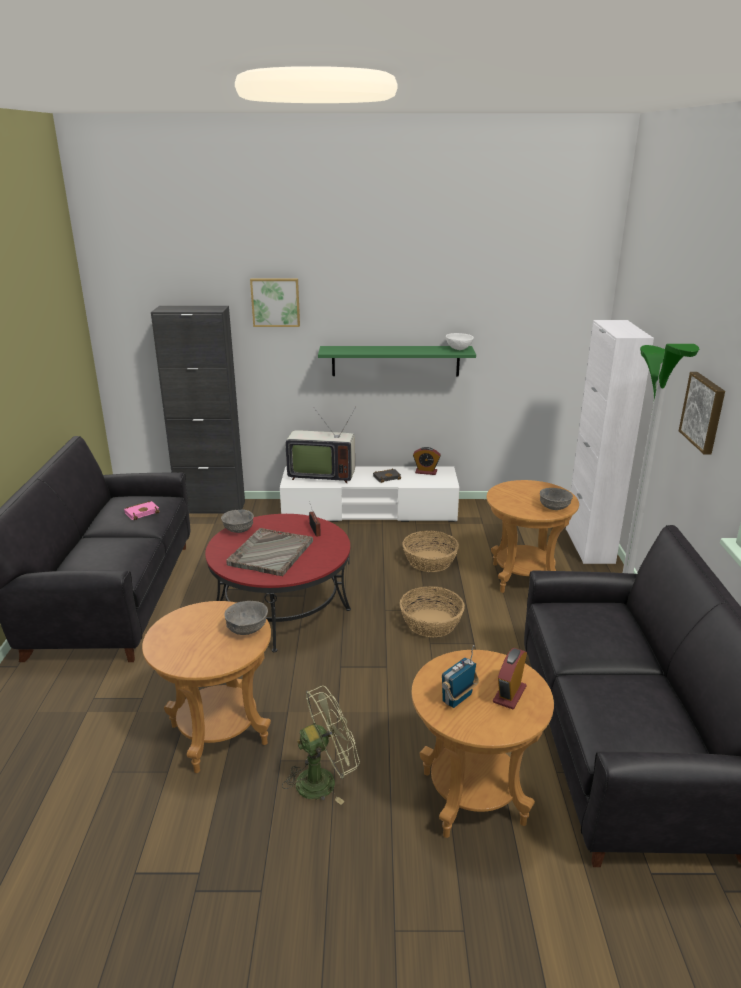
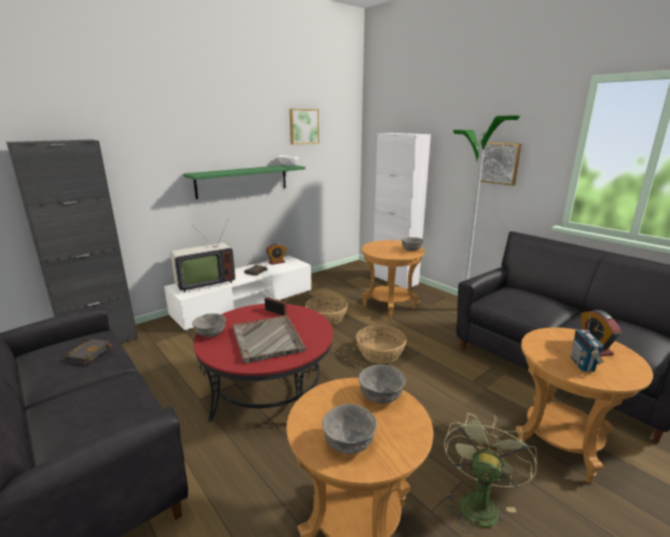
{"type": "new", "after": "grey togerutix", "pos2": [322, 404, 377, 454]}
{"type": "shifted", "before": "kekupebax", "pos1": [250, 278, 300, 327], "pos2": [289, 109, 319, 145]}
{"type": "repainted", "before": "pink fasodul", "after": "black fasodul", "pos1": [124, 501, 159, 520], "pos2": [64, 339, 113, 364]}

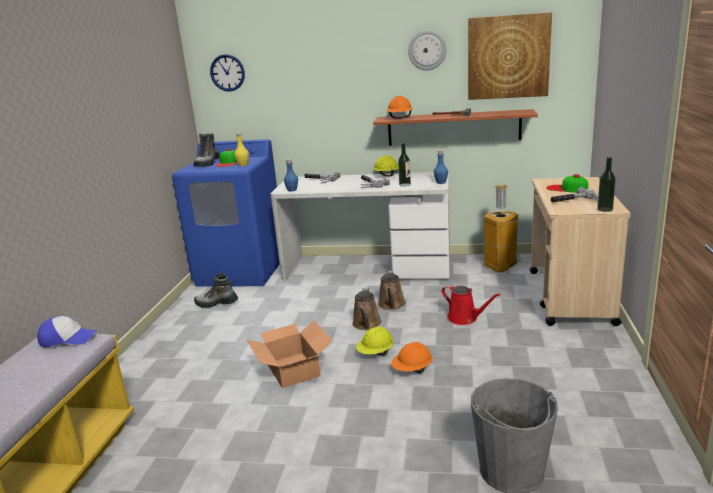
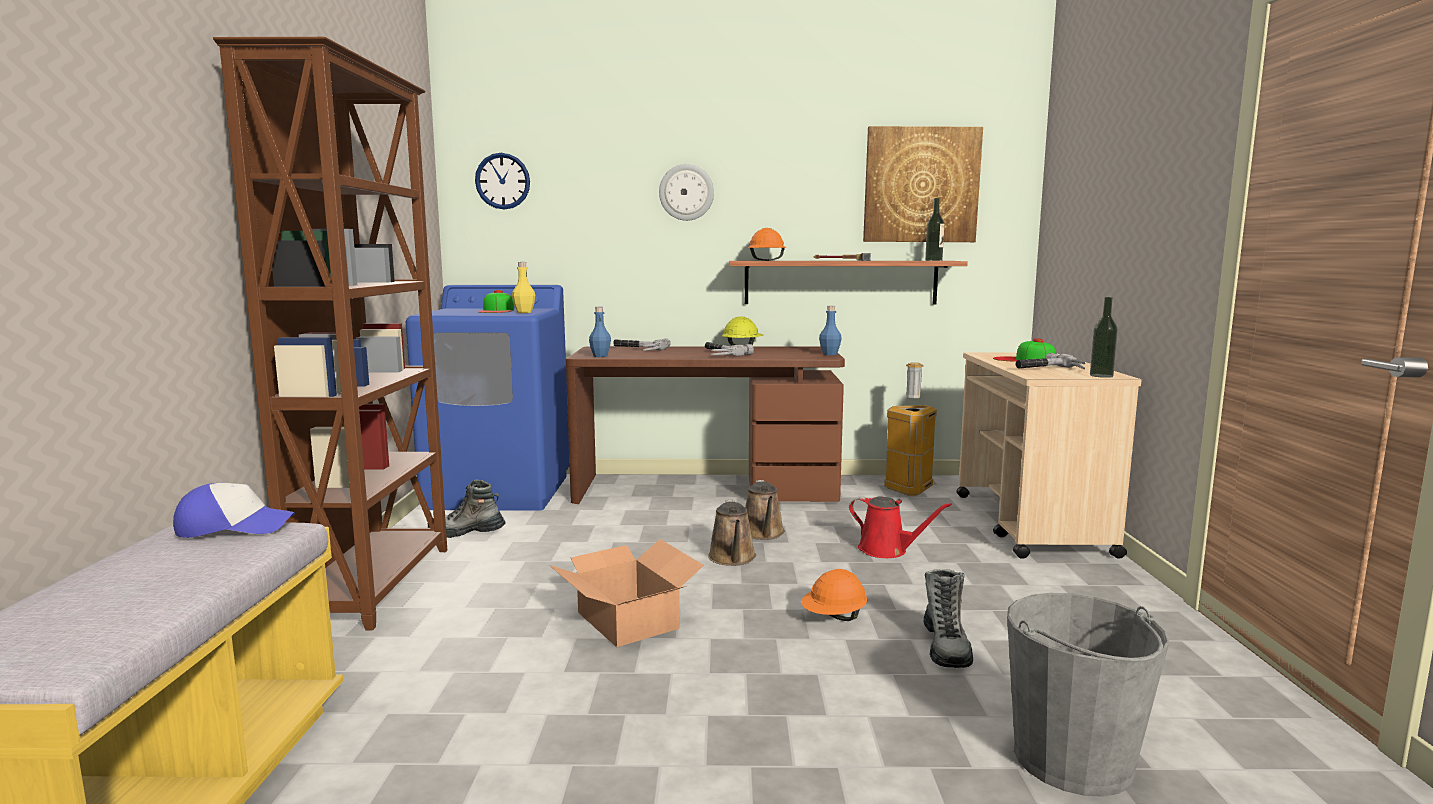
{"type": "gone", "before": "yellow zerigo", "pos1": [356, 326, 394, 356]}
{"type": "new", "after": "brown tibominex", "pos2": [213, 37, 447, 631]}
{"type": "shifted", "before": "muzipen", "pos1": [193, 133, 220, 166], "pos2": [924, 569, 973, 668]}
{"type": "shifted", "before": "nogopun", "pos1": [398, 143, 411, 187], "pos2": [925, 198, 944, 261]}
{"type": "shifted", "before": "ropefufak", "pos1": [408, 30, 447, 70], "pos2": [659, 164, 714, 221]}
{"type": "repainted", "before": "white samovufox", "after": "brown samovufox", "pos1": [270, 172, 450, 281], "pos2": [566, 346, 845, 504]}

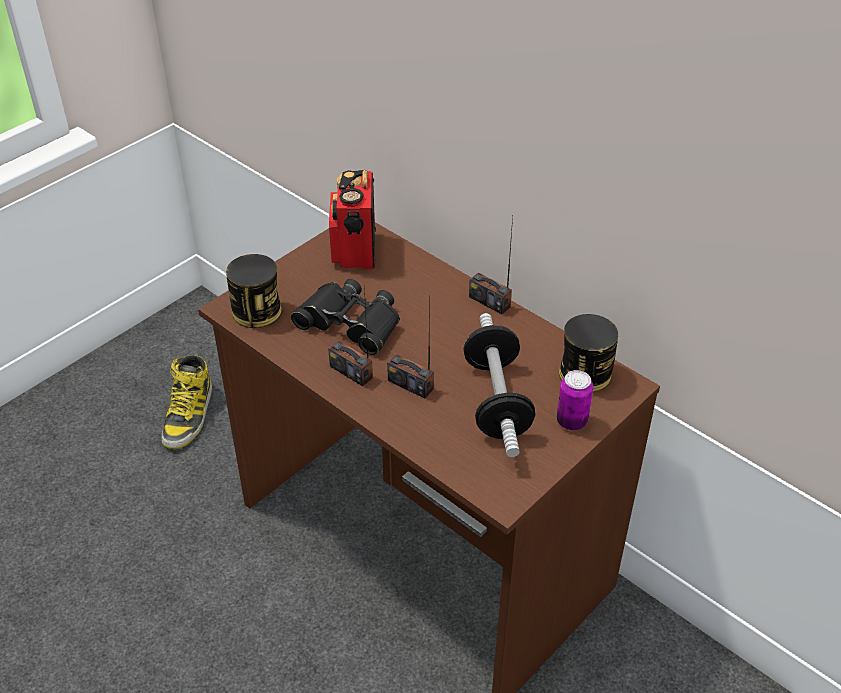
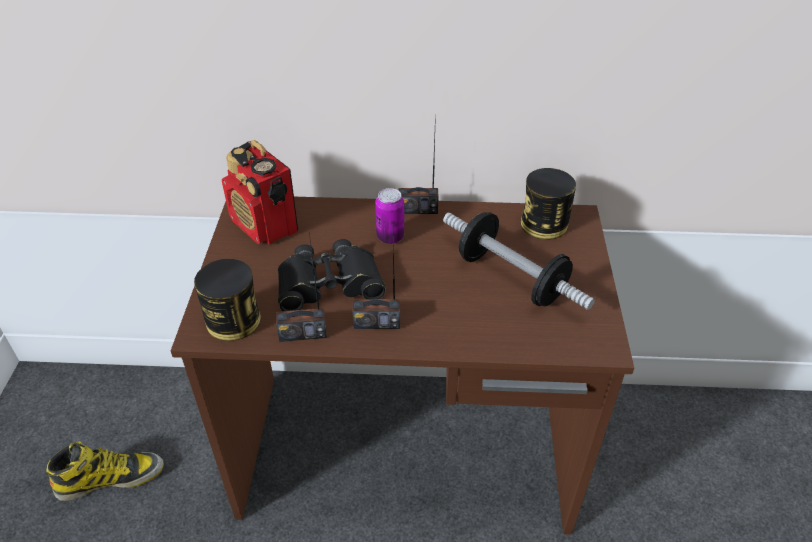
{"type": "shifted", "before": "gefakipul", "pos1": [387, 295, 434, 398], "pos2": [276, 233, 327, 342]}
{"type": "shifted", "before": "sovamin", "pos1": [557, 370, 593, 430], "pos2": [375, 188, 404, 244]}
{"type": "rotated", "before": "muzipen", "pos1": [161, 355, 212, 449], "pos2": [46, 441, 164, 501], "turn": -75}

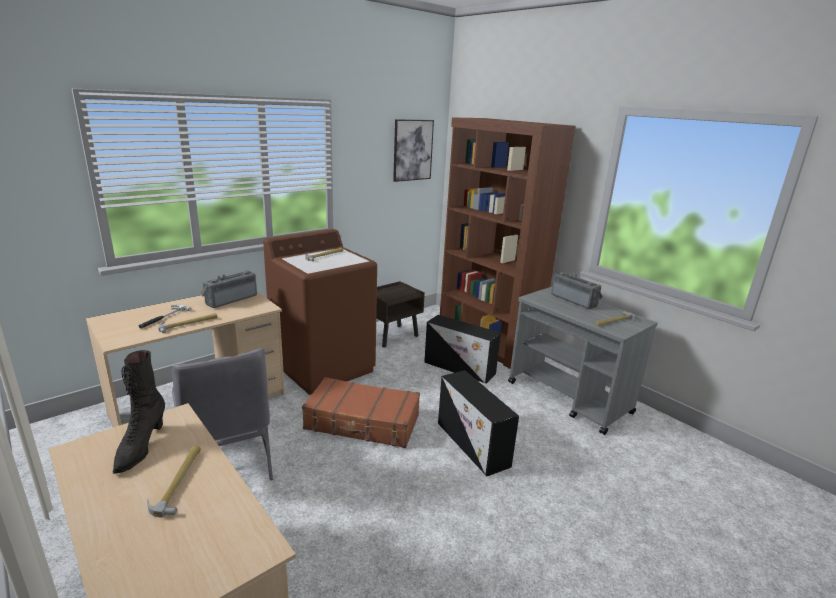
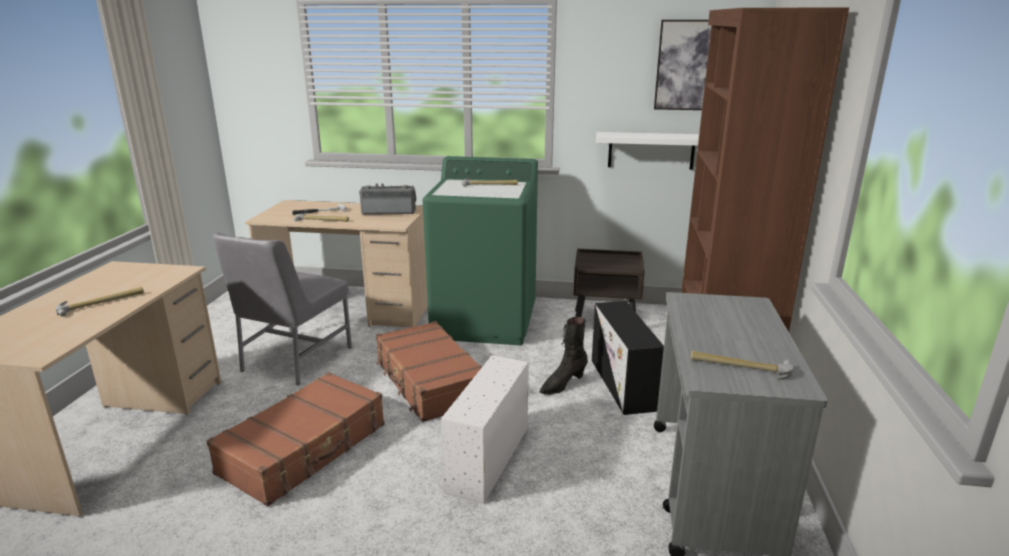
{"type": "gone", "before": "gefakipul", "pos1": [551, 272, 603, 309]}
{"type": "new", "after": "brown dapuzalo", "pos2": [206, 372, 385, 507]}
{"type": "new", "after": "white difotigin", "pos2": [596, 132, 699, 170]}
{"type": "shifted", "before": "black muzipen", "pos1": [113, 350, 165, 474], "pos2": [539, 317, 588, 395]}
{"type": "repainted", "before": "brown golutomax", "after": "green golutomax", "pos1": [263, 229, 377, 395], "pos2": [423, 156, 538, 345]}
{"type": "repainted", "before": "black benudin", "after": "white benudin", "pos1": [438, 370, 519, 476], "pos2": [441, 355, 529, 504]}

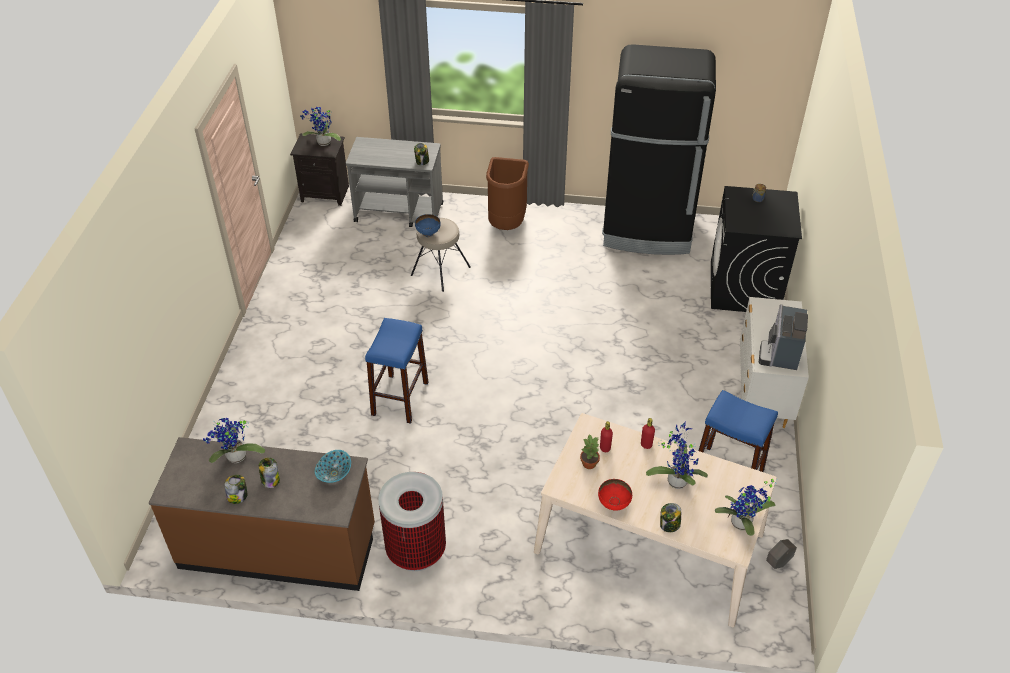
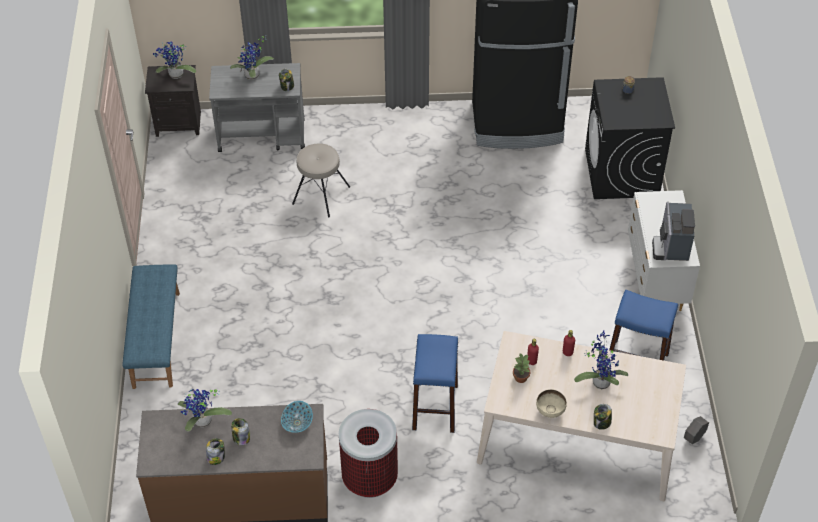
{"type": "gone", "before": "blue togerutix", "pos1": [415, 214, 441, 237]}
{"type": "gone", "before": "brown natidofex", "pos1": [486, 157, 529, 230]}
{"type": "new", "after": "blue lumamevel", "pos2": [122, 264, 180, 389]}
{"type": "shifted", "before": "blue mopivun", "pos1": [365, 318, 428, 424], "pos2": [412, 334, 458, 433]}
{"type": "shifted", "before": "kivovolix", "pos1": [715, 479, 778, 536], "pos2": [230, 35, 274, 80]}
{"type": "repainted", "before": "red togerutix", "after": "beige togerutix", "pos1": [598, 479, 632, 510], "pos2": [536, 389, 567, 418]}

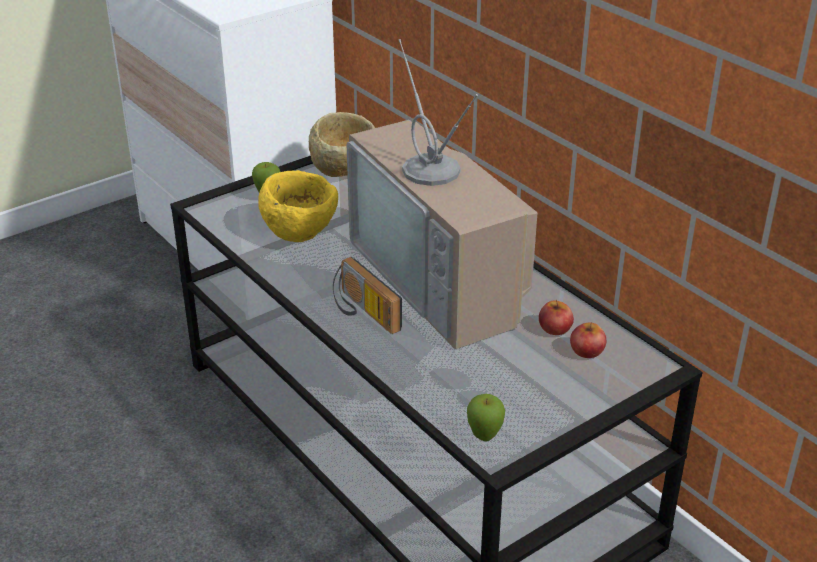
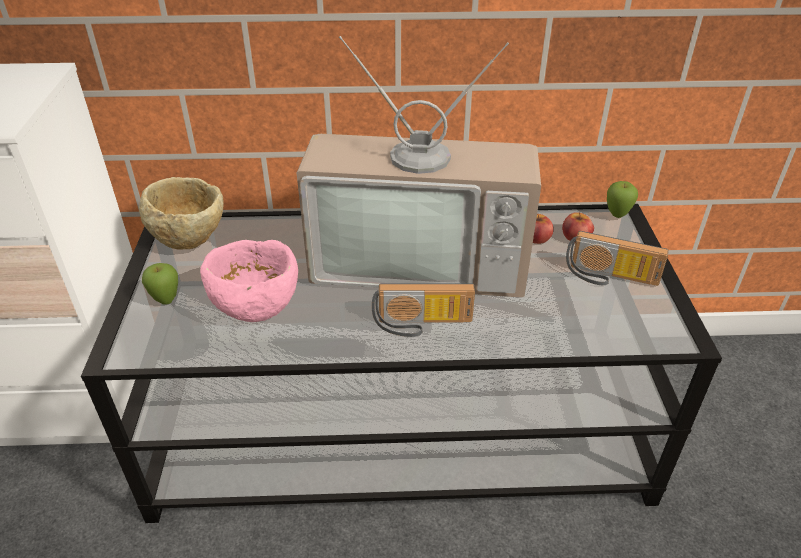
{"type": "new", "after": "gefakipul", "pos2": [566, 231, 669, 286]}
{"type": "shifted", "before": "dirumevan", "pos1": [467, 394, 505, 442], "pos2": [607, 181, 638, 218]}
{"type": "repainted", "before": "yellow togerutix", "after": "pink togerutix", "pos1": [258, 170, 338, 242], "pos2": [200, 240, 298, 322]}

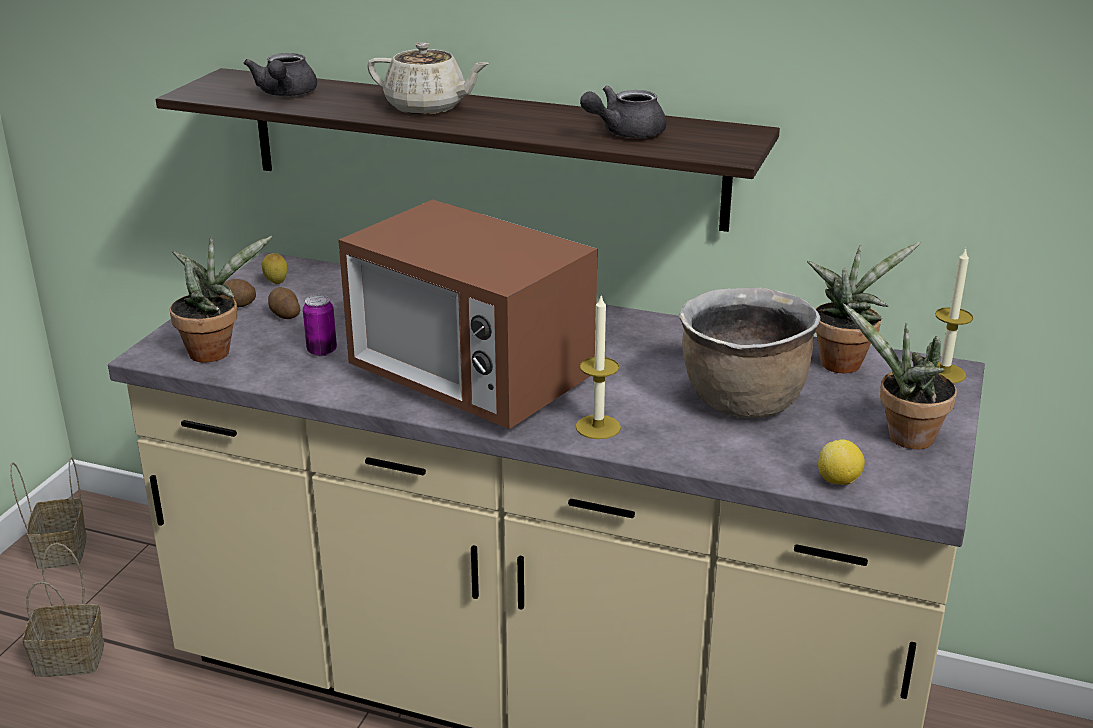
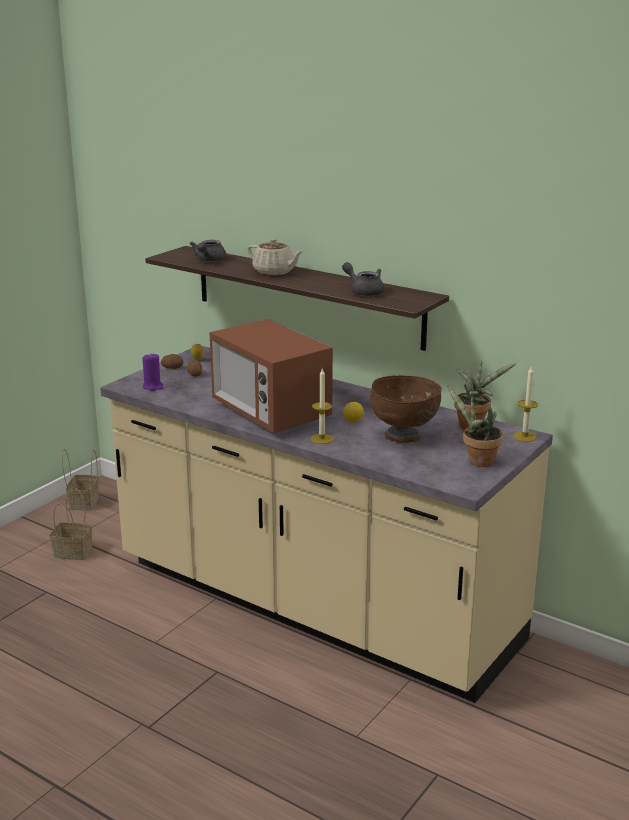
{"type": "gone", "before": "sovamin", "pos1": [303, 295, 337, 357]}
{"type": "shifted", "before": "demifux", "pos1": [818, 439, 865, 485], "pos2": [343, 402, 364, 423]}
{"type": "swapped", "before": "kivovolix", "after": "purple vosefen", "pos1": [170, 236, 272, 363], "pos2": [142, 353, 163, 391]}
{"type": "swapped", "before": "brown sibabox", "after": "brown togerutix", "pos1": [679, 288, 821, 418], "pos2": [370, 375, 442, 443]}
{"type": "rotated", "before": "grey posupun", "pos1": [580, 86, 667, 138], "pos2": [342, 262, 384, 296], "turn": 60}

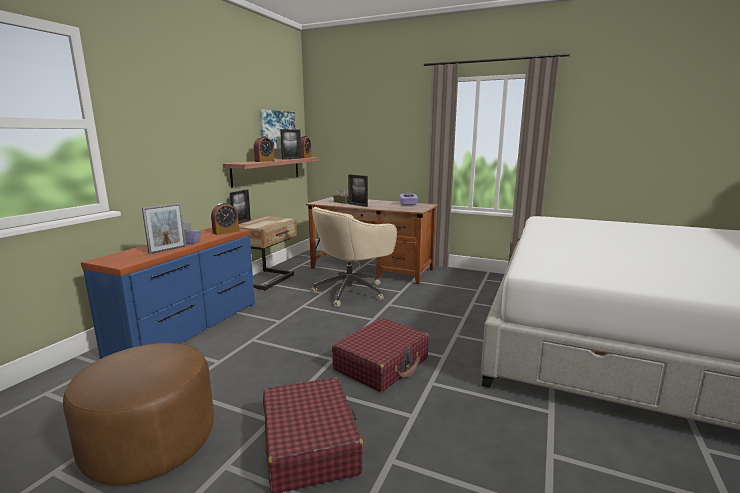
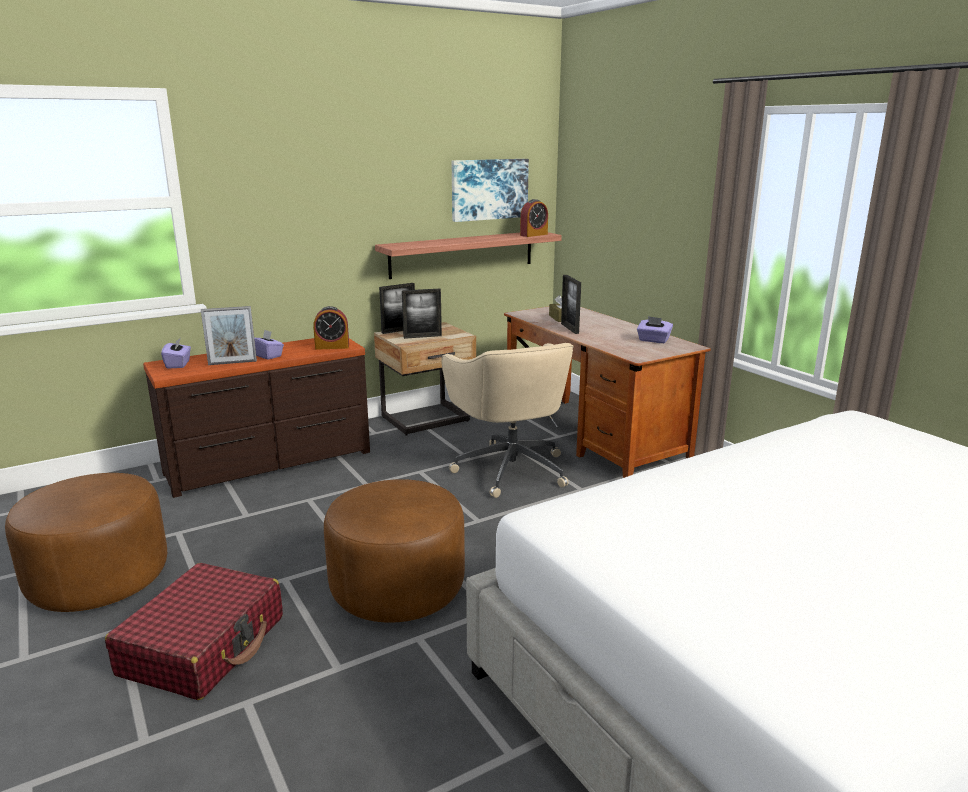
{"type": "gone", "before": "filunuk", "pos1": [254, 136, 274, 162]}
{"type": "new", "after": "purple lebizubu", "pos2": [161, 337, 191, 369]}
{"type": "shifted", "before": "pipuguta", "pos1": [280, 129, 302, 160], "pos2": [402, 289, 442, 339]}
{"type": "swapped", "before": "red dapuzalo", "after": "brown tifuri", "pos1": [332, 318, 429, 392], "pos2": [324, 479, 465, 623]}
{"type": "repainted", "before": "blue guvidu", "after": "brown guvidu", "pos1": [81, 227, 255, 359], "pos2": [143, 338, 370, 498]}
{"type": "rotated", "before": "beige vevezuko", "pos1": [310, 207, 397, 307], "pos2": [441, 343, 574, 498], "turn": -105}

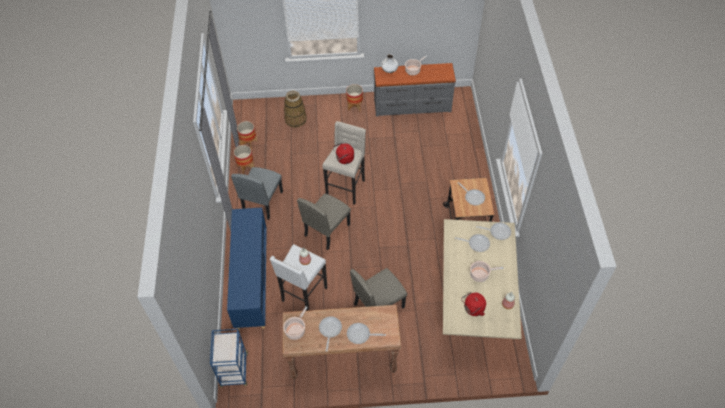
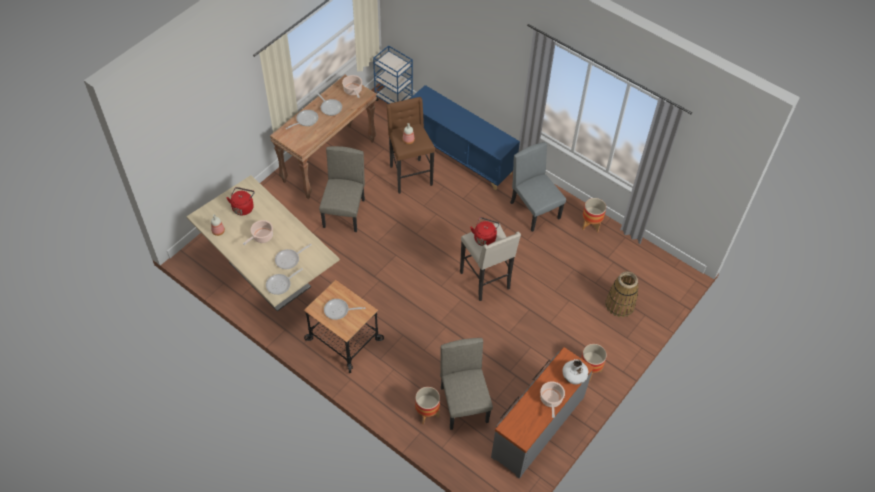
{"type": "shifted", "before": "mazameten", "pos1": [237, 121, 258, 150], "pos2": [415, 387, 440, 425]}
{"type": "shifted", "before": "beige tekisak", "pos1": [297, 194, 351, 250], "pos2": [440, 338, 493, 430]}
{"type": "repainted", "before": "white mopivun", "after": "brown mopivun", "pos1": [270, 244, 327, 311], "pos2": [386, 97, 435, 194]}

